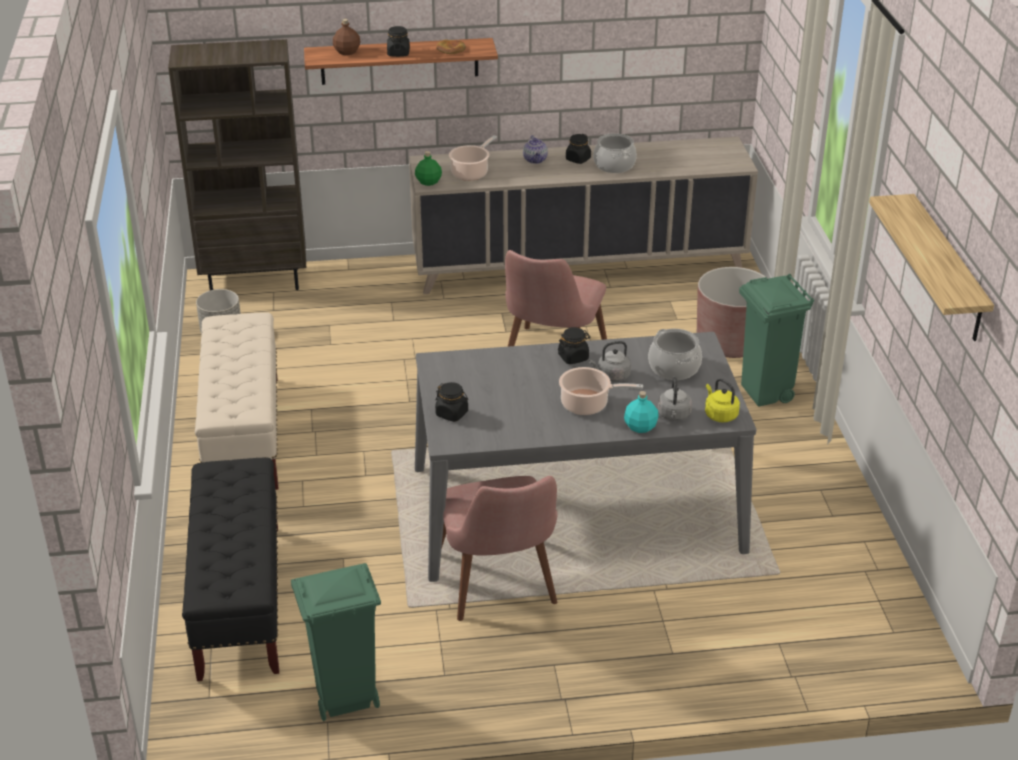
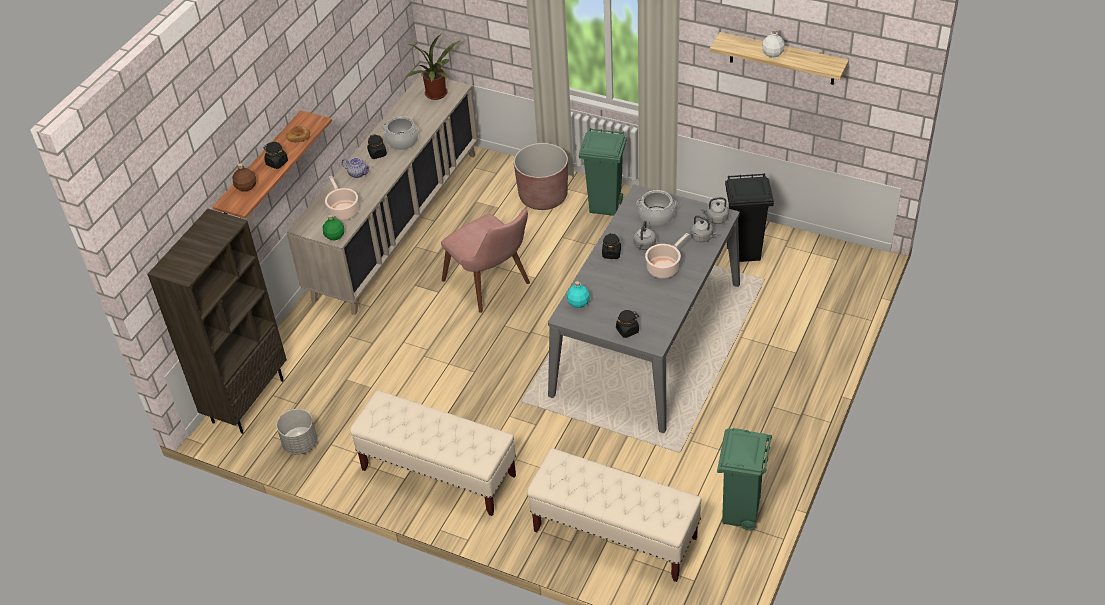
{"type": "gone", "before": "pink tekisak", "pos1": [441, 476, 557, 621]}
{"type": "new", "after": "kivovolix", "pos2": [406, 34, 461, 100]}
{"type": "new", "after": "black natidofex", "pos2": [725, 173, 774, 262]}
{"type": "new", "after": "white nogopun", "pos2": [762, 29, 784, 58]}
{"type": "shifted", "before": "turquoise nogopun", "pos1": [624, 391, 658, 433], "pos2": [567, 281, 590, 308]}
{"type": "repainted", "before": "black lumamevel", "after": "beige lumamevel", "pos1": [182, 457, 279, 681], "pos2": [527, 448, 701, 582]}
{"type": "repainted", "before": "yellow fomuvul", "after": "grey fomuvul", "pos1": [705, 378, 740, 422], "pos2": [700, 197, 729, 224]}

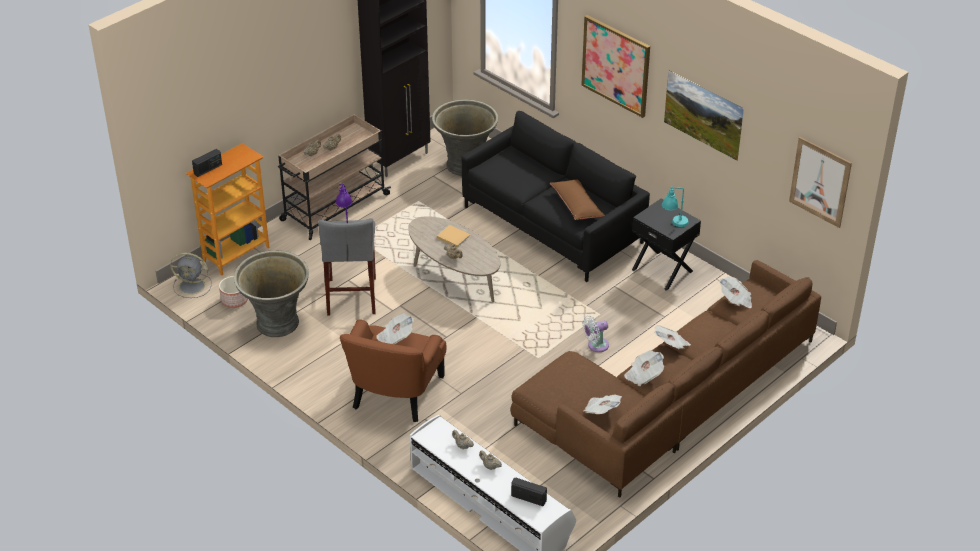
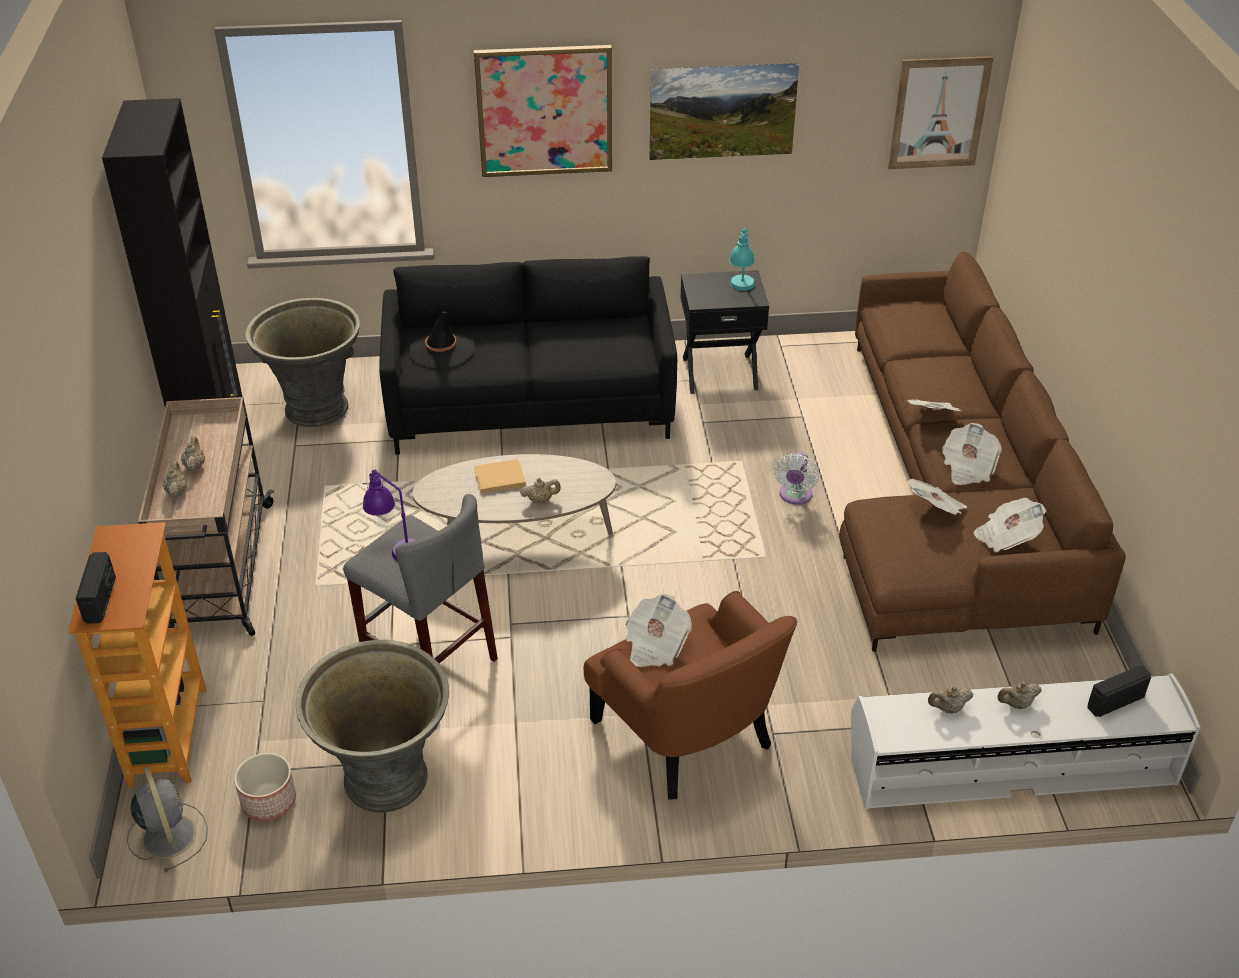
{"type": "gone", "before": "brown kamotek", "pos1": [550, 180, 605, 220]}
{"type": "new", "after": "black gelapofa", "pos2": [409, 312, 474, 369]}
{"type": "shifted", "before": "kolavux", "pos1": [719, 276, 752, 308], "pos2": [907, 479, 967, 515]}
{"type": "rotated", "before": "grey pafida", "pos1": [171, 253, 212, 298], "pos2": [127, 766, 208, 872], "turn": -75}

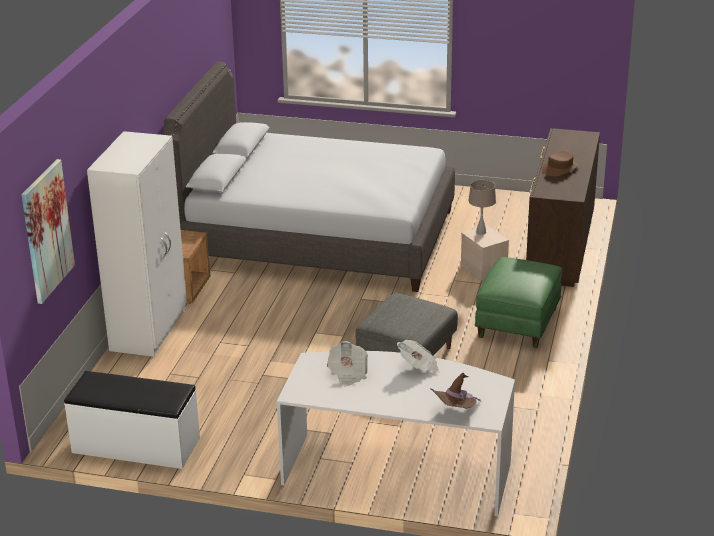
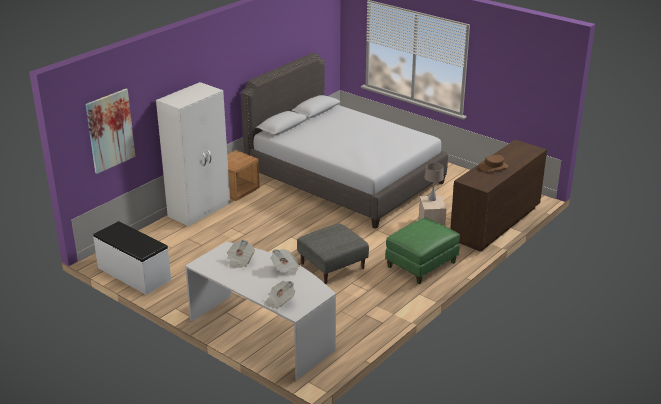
{"type": "swapped", "before": "brown gelapofa", "after": "kolavux", "pos1": [431, 373, 481, 408], "pos2": [264, 281, 295, 309]}

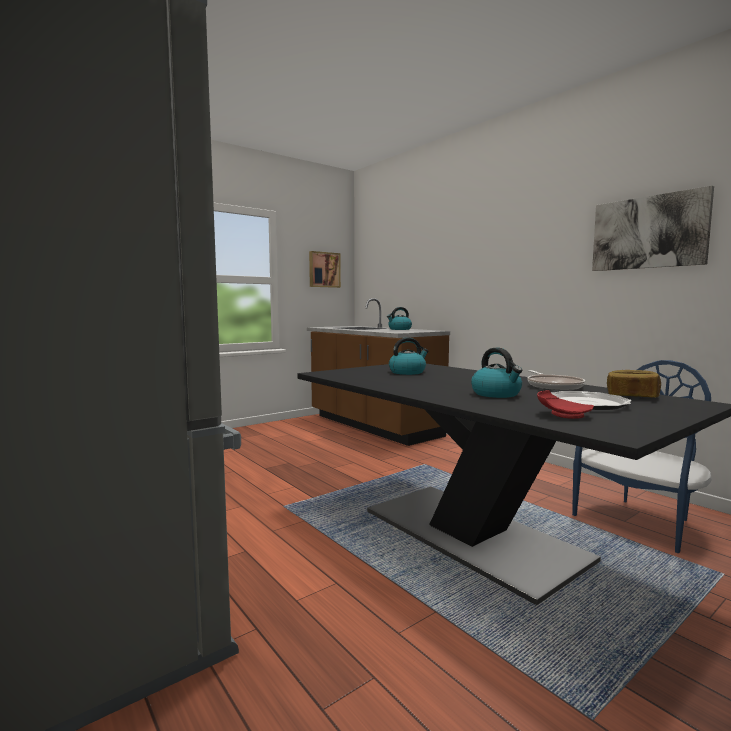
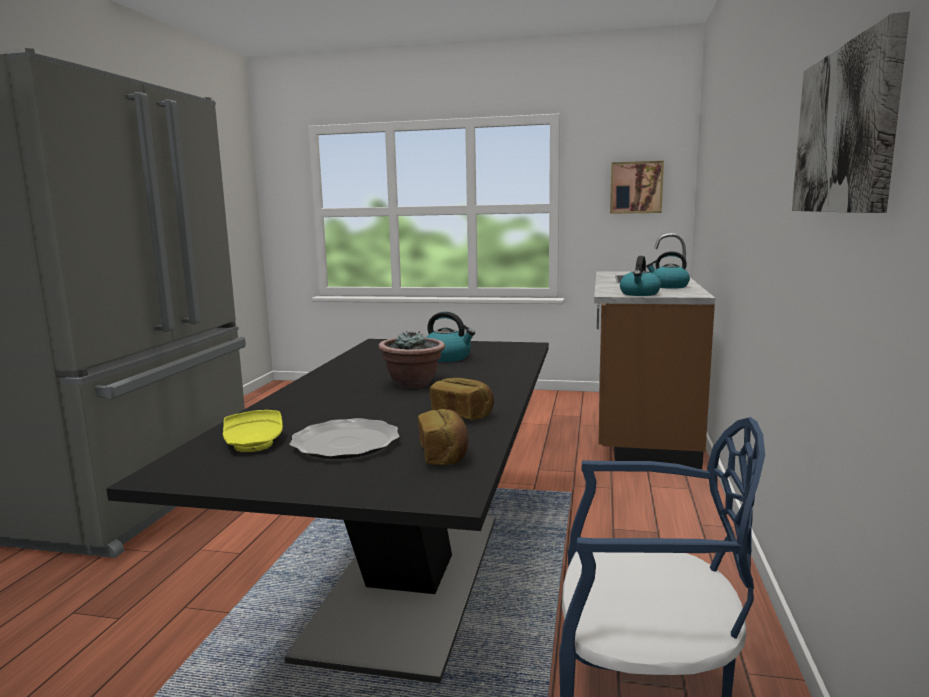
{"type": "new", "after": "kivovolix", "pos2": [378, 331, 445, 388]}
{"type": "shifted", "before": "fomuvul", "pos1": [471, 348, 522, 398], "pos2": [620, 256, 661, 296]}
{"type": "swapped", "before": "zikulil", "after": "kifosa", "pos1": [527, 370, 585, 390], "pos2": [430, 378, 494, 420]}
{"type": "repainted", "before": "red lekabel", "after": "yellow lekabel", "pos1": [537, 390, 594, 419], "pos2": [223, 410, 283, 452]}

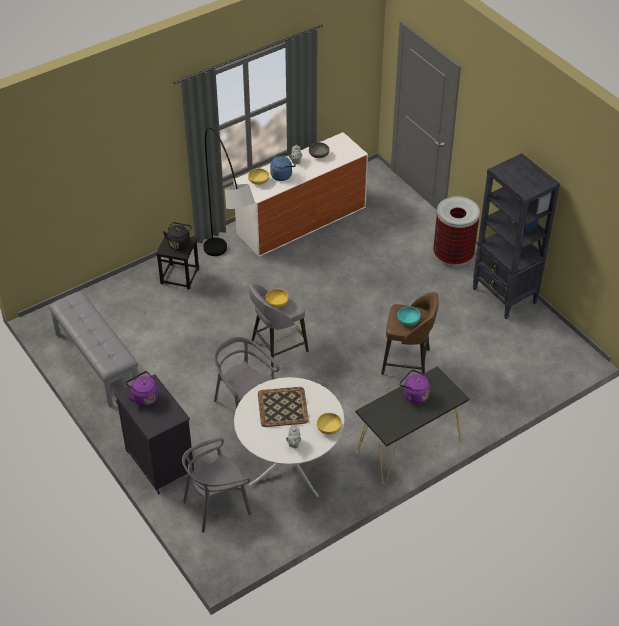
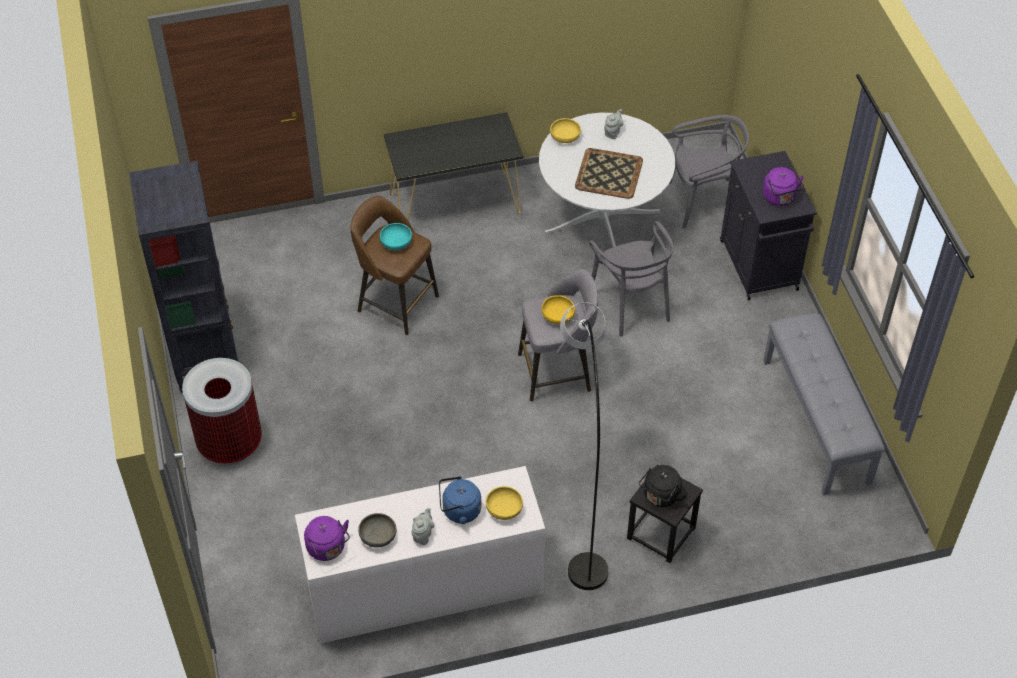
{"type": "shifted", "before": "purple fomuvul", "pos1": [399, 370, 430, 404], "pos2": [304, 516, 350, 561]}

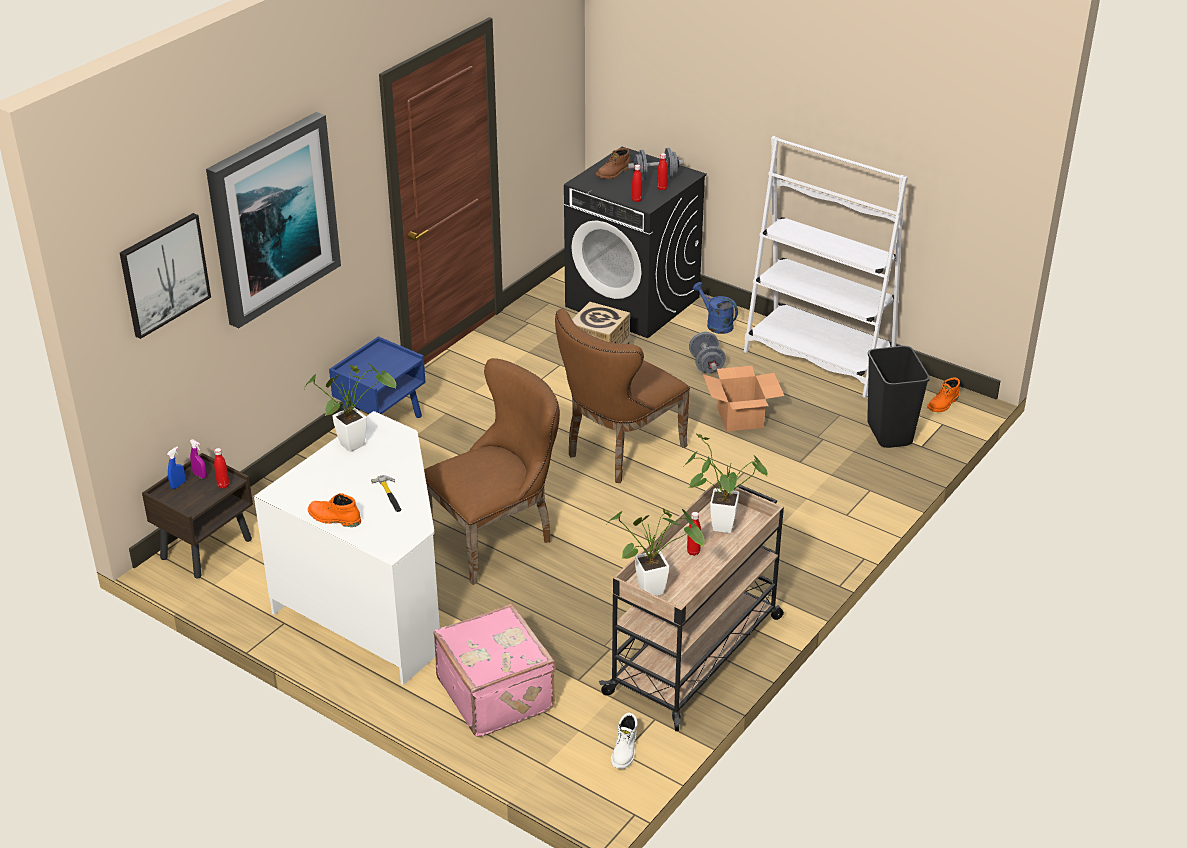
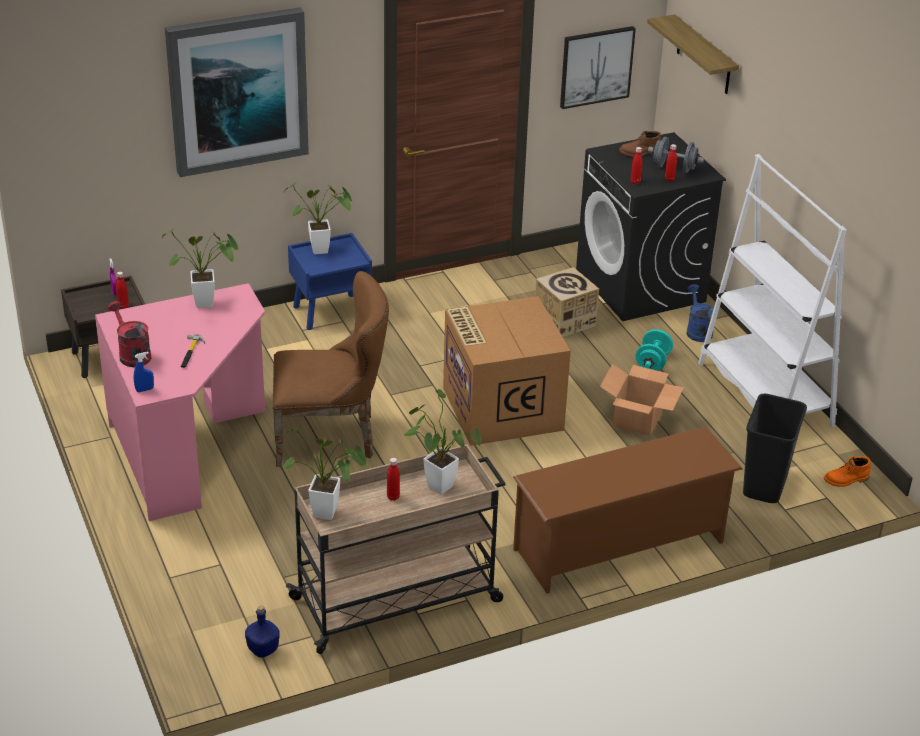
{"type": "gone", "before": "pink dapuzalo", "pos1": [433, 604, 556, 737]}
{"type": "new", "after": "kivovolix", "pos2": [284, 183, 353, 254]}
{"type": "new", "after": "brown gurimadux", "pos2": [513, 426, 743, 594]}
{"type": "new", "after": "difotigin", "pos2": [647, 14, 739, 94]}
{"type": "shifted", "before": "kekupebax", "pos1": [120, 213, 211, 339], "pos2": [560, 26, 636, 109]}
{"type": "shifted", "before": "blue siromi", "pos1": [167, 447, 185, 489], "pos2": [134, 352, 154, 392]}
{"type": "swapped", "before": "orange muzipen", "after": "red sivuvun", "pos1": [308, 493, 361, 527], "pos2": [107, 301, 151, 367]}
{"type": "swapped", "before": "brown tekisak", "after": "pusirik", "pos1": [555, 309, 690, 483], "pos2": [443, 296, 571, 446]}
{"type": "swapped", "before": "white muzipen", "after": "blue nogopun", "pos1": [611, 713, 638, 769], "pos2": [245, 606, 280, 658]}
{"type": "repainted", "before": "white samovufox", "after": "pink samovufox", "pos1": [254, 411, 440, 685], "pos2": [95, 283, 265, 521]}
{"type": "repainted", "before": "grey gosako", "after": "turquoise gosako", "pos1": [689, 332, 726, 373], "pos2": [636, 329, 673, 371]}

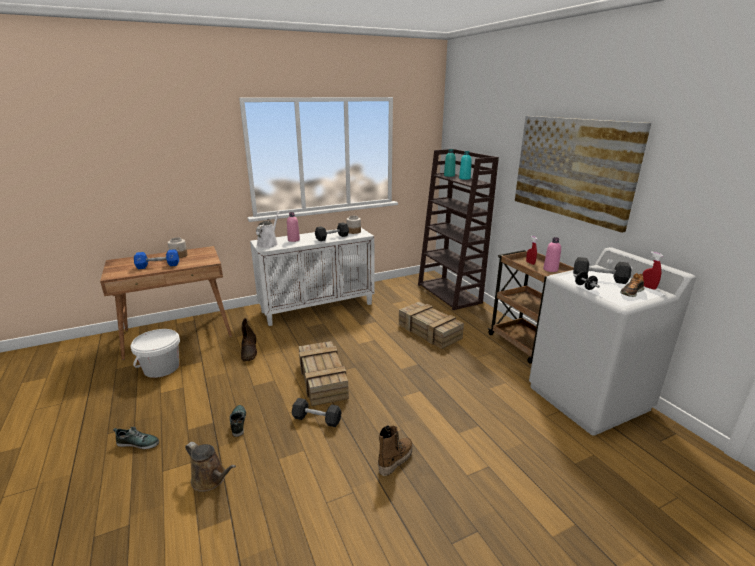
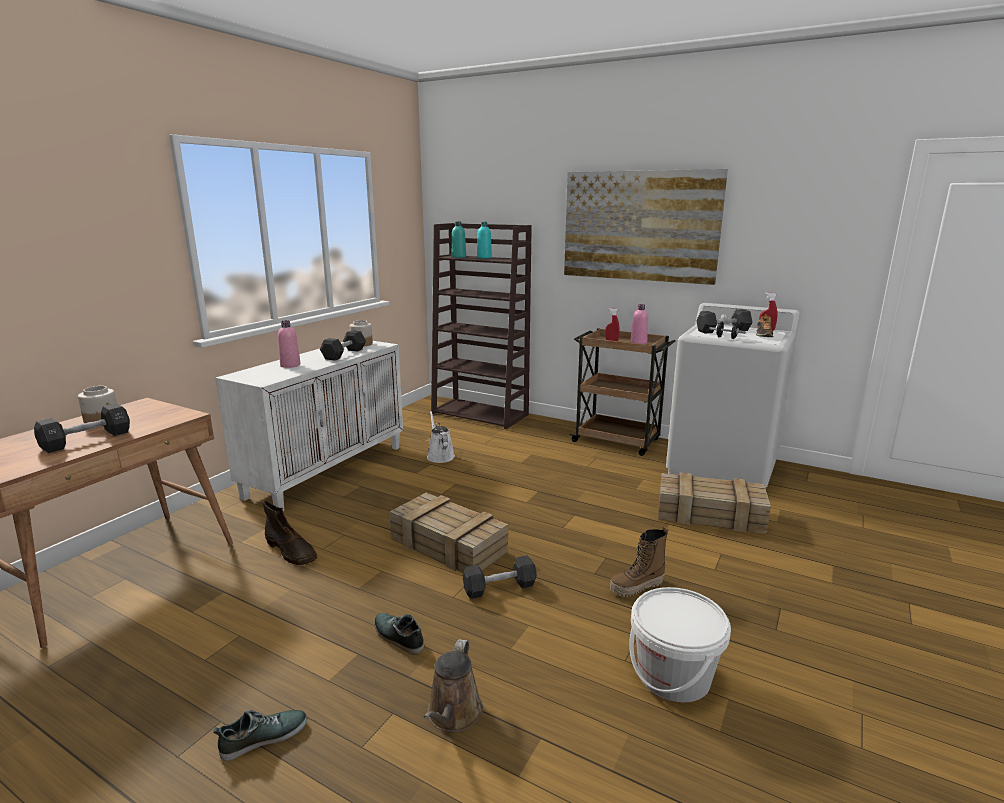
{"type": "shifted", "before": "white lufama", "pos1": [131, 329, 180, 378], "pos2": [629, 587, 731, 703]}
{"type": "shifted", "before": "white sivuvun", "pos1": [256, 211, 280, 248], "pos2": [427, 411, 455, 463]}
{"type": "shifted", "before": "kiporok", "pos1": [399, 302, 464, 349], "pos2": [658, 472, 771, 534]}
{"type": "repainted", "before": "blue gosako", "after": "black gosako", "pos1": [134, 249, 179, 269], "pos2": [34, 403, 130, 453]}
{"type": "rotated", "before": "brown sivuvun", "pos1": [185, 442, 236, 492], "pos2": [424, 639, 483, 732], "turn": 105}
{"type": "rotated", "before": "muzipen", "pos1": [378, 425, 412, 476], "pos2": [610, 526, 669, 597], "turn": -120}

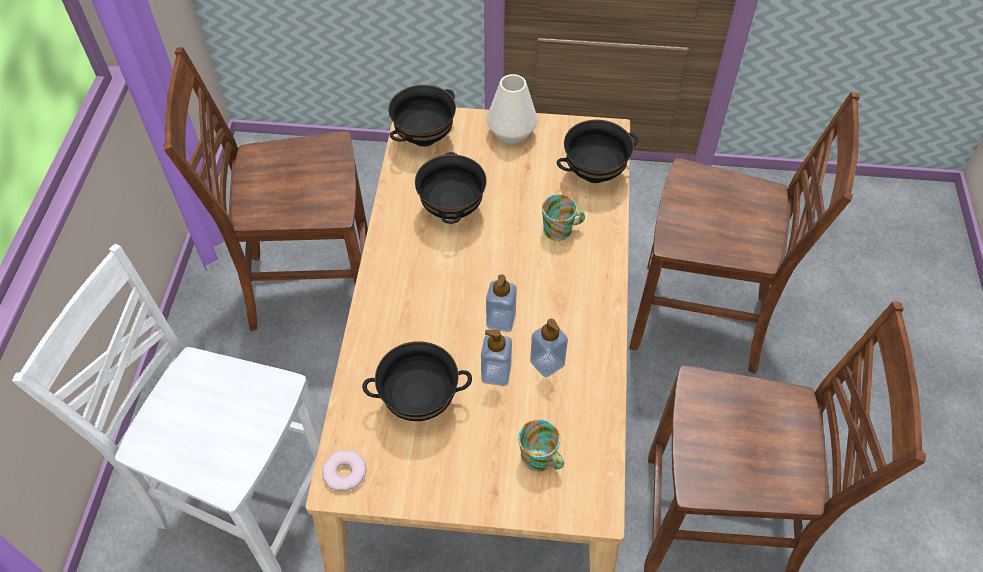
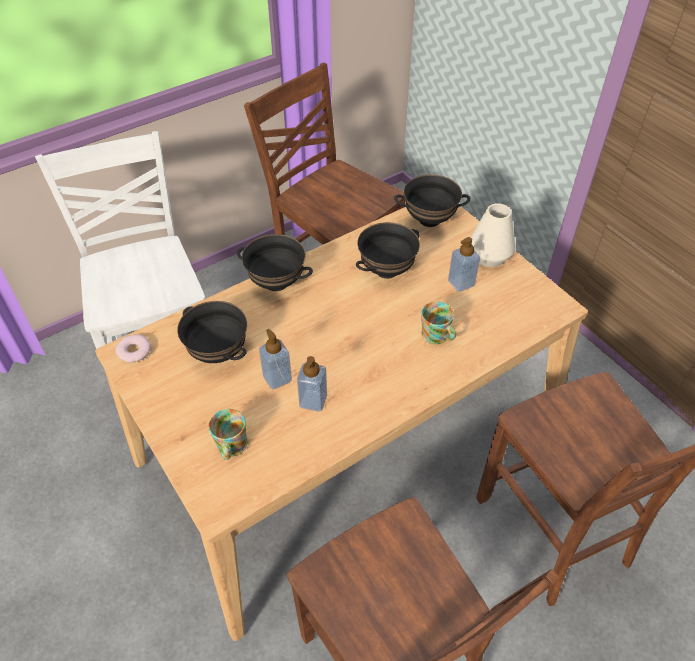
{"type": "shifted", "before": "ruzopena", "pos1": [486, 274, 517, 332], "pos2": [448, 237, 480, 292]}
{"type": "shifted", "before": "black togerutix", "pos1": [557, 120, 638, 183], "pos2": [237, 234, 313, 291]}

